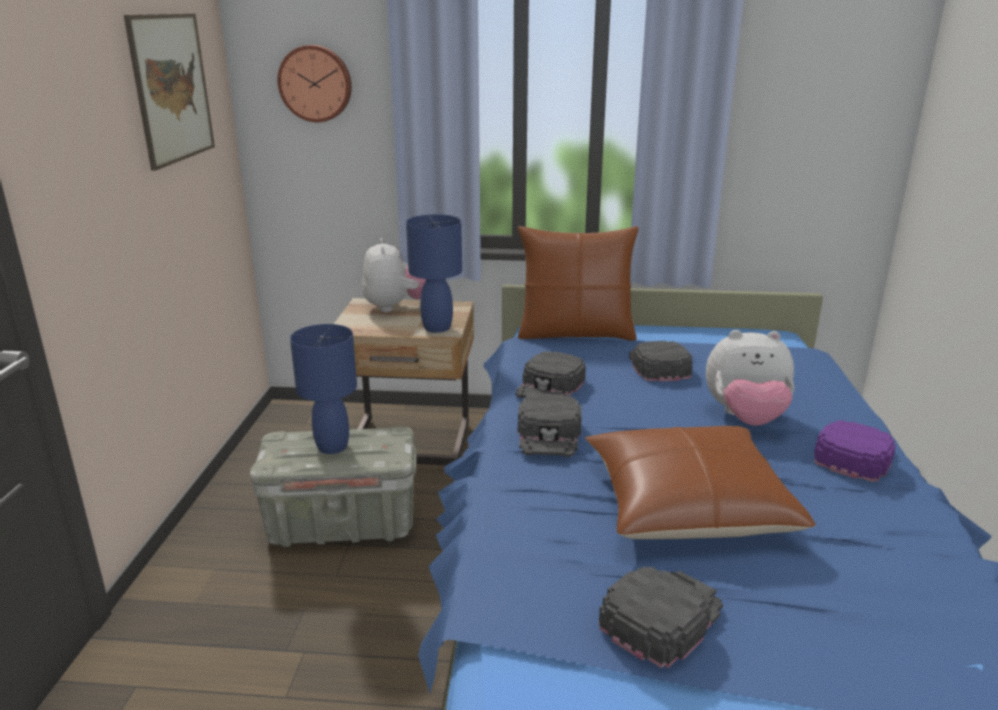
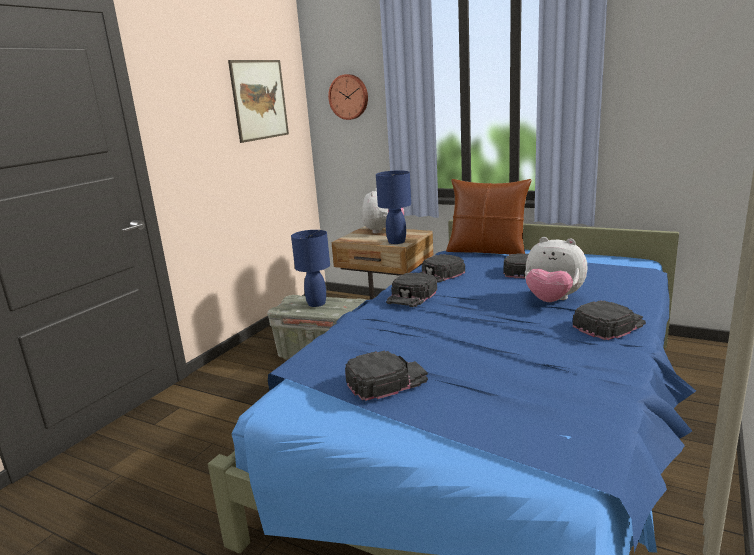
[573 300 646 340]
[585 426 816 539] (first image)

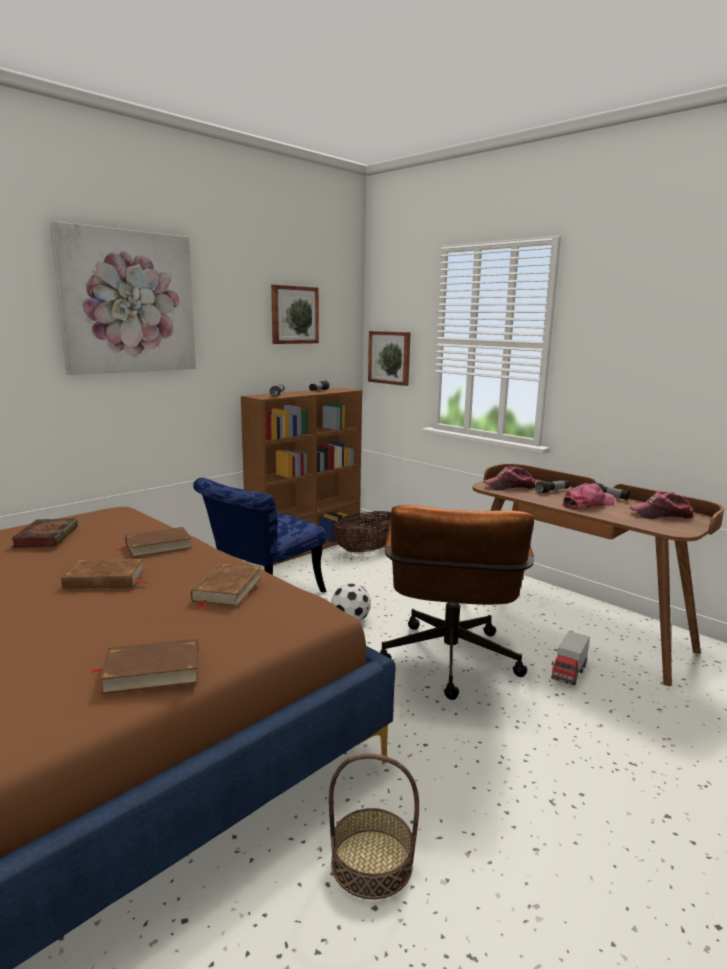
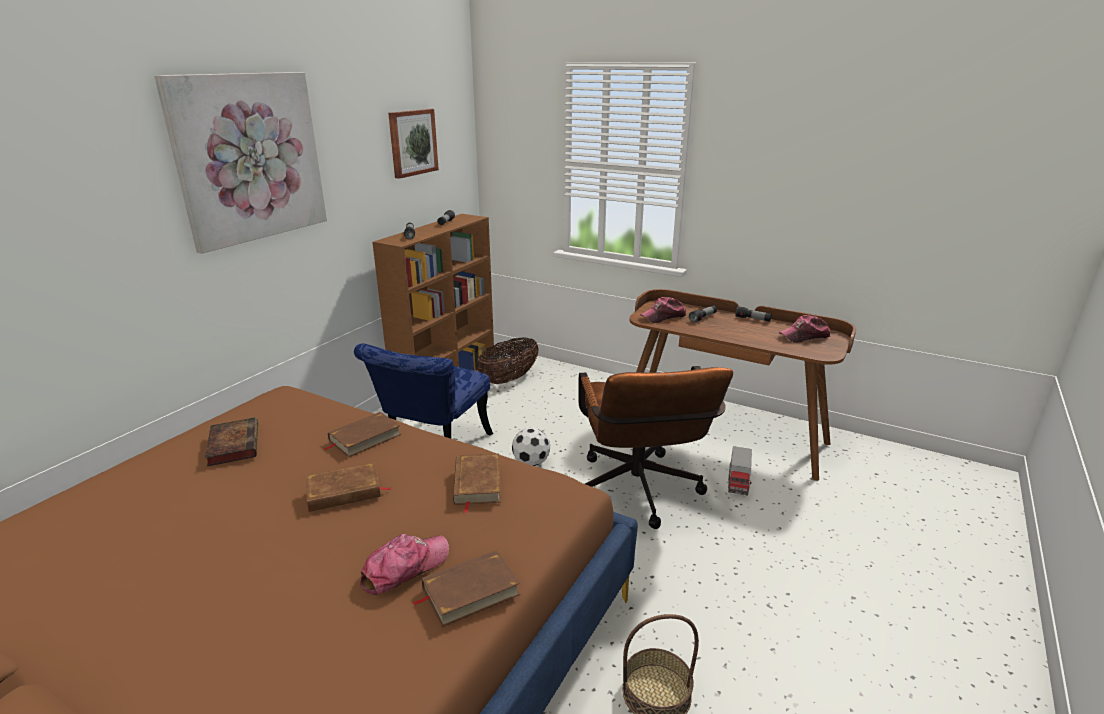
[360 534 449 595]
[368 331 411 386] (first image)

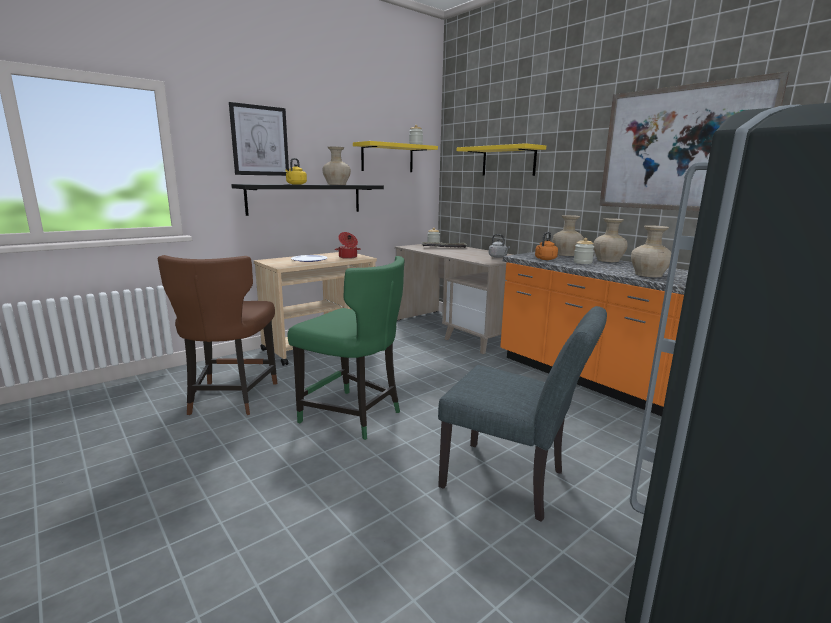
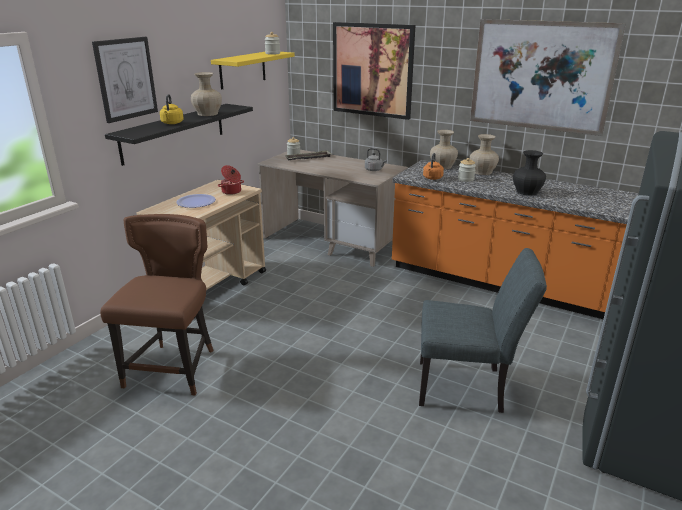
[100 214 214 396]
[333 22 415 120]
[513 150 546 196]
[287 256 404 440] (first image)

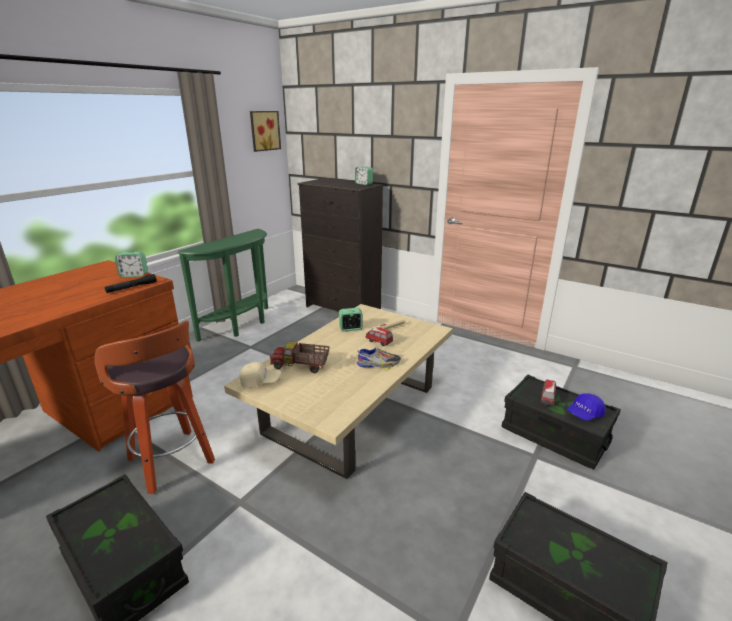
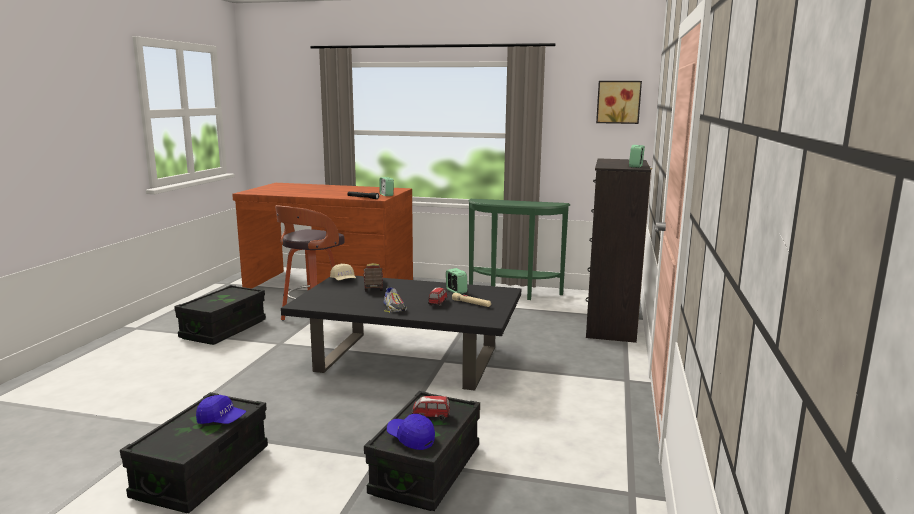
[196 395 246 424]
[281 276 521 391]

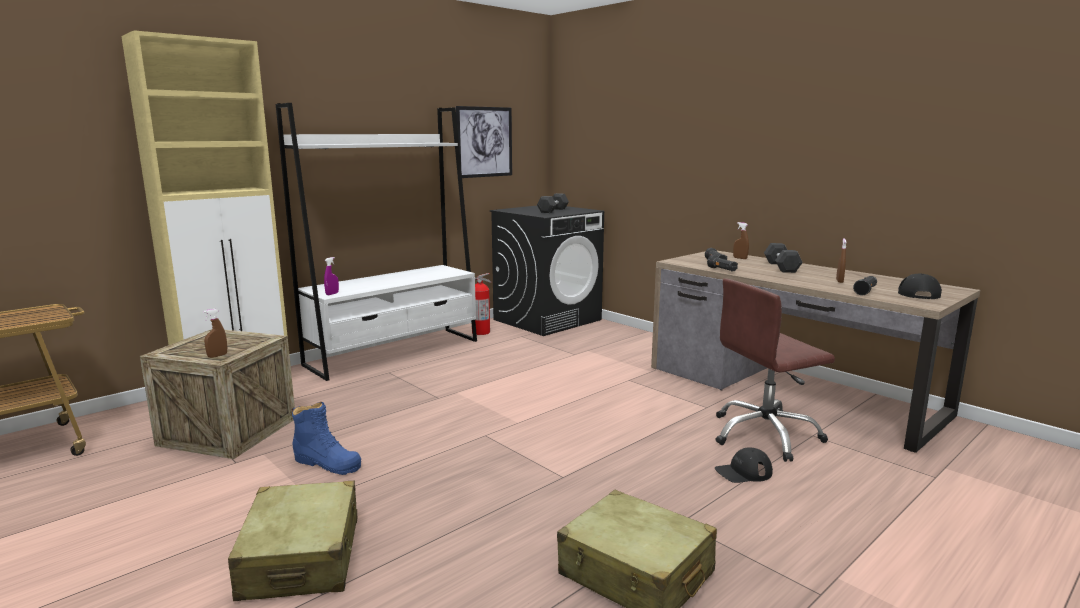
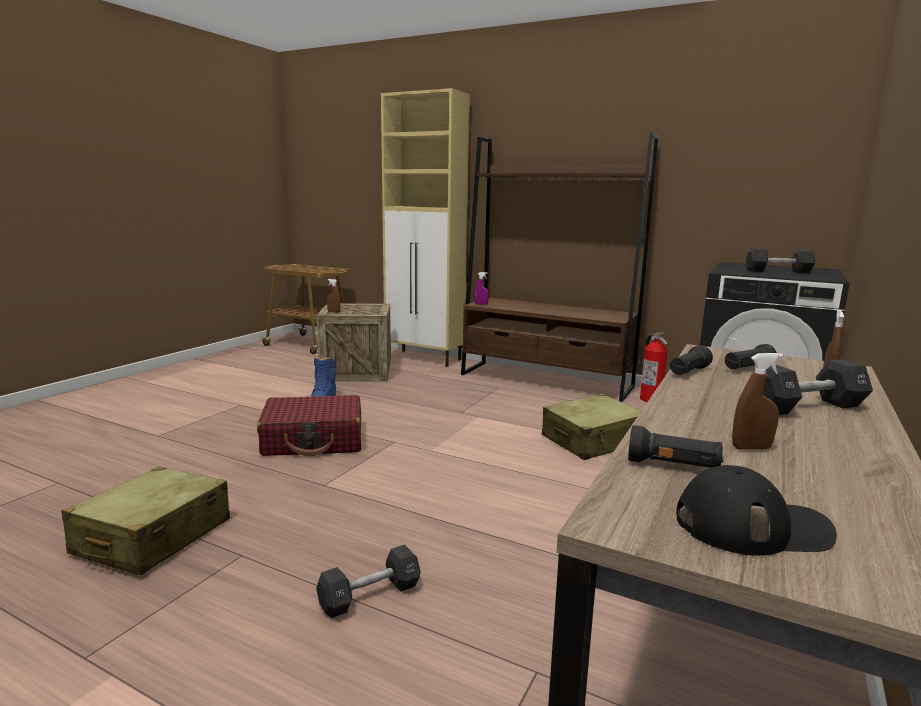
[257 395 361 456]
[316 544 420 618]
[461 132 659 402]
[542 394 641 460]
[456 106 512 178] (first image)
[715 278 835 462] (first image)

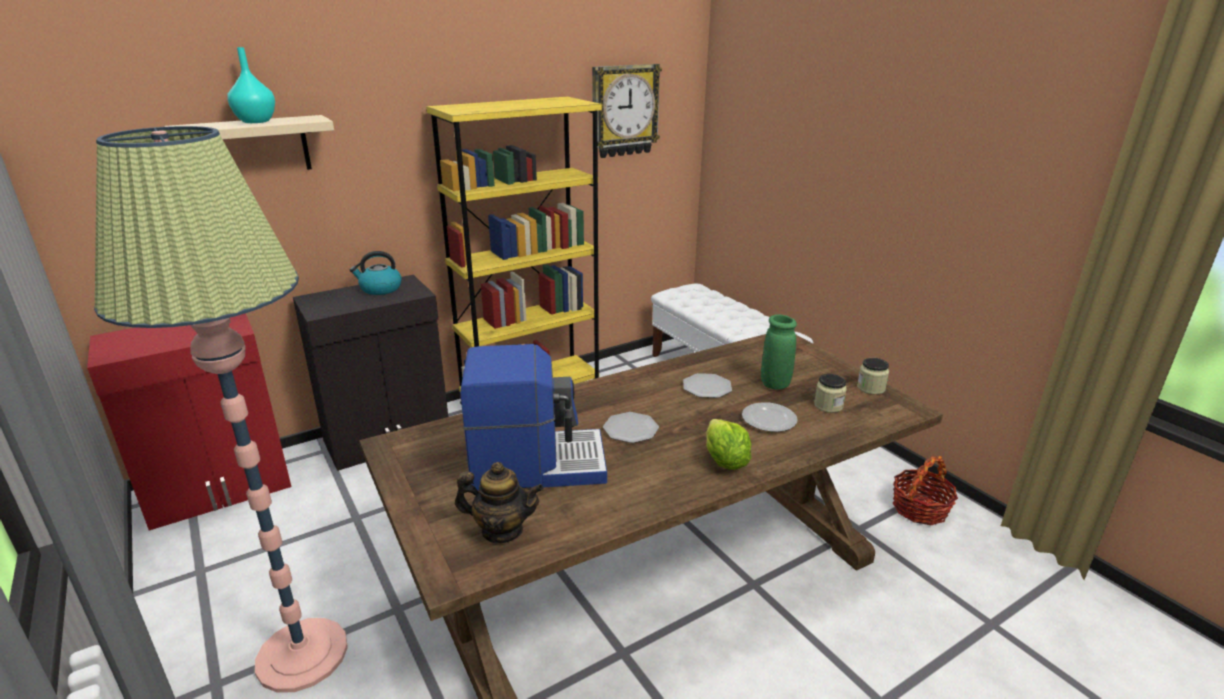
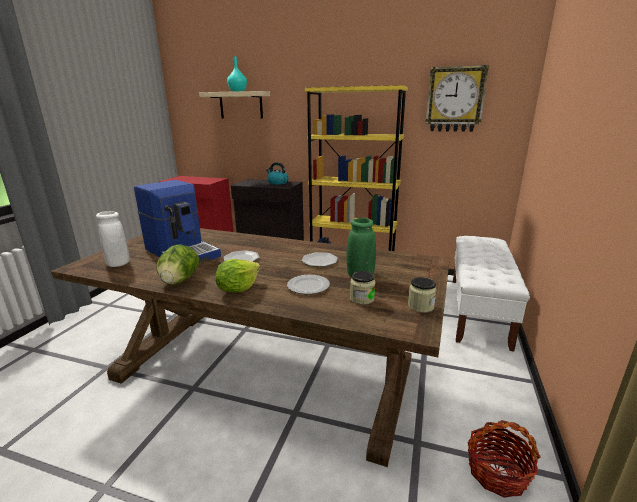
[96 211 129 267]
[157 244 199 285]
[94 126 348 693] (first image)

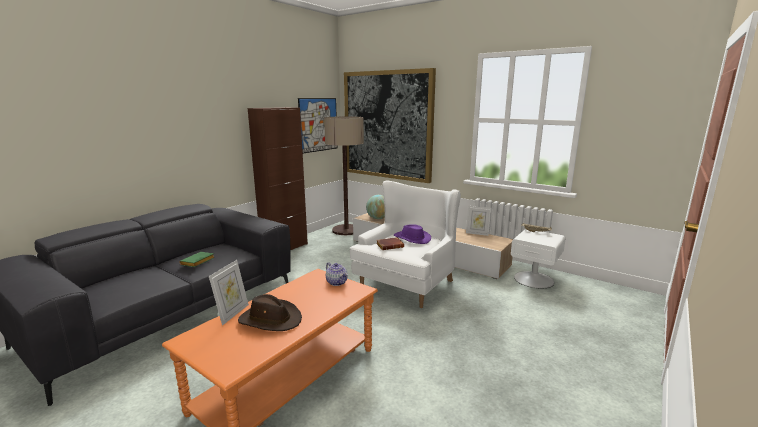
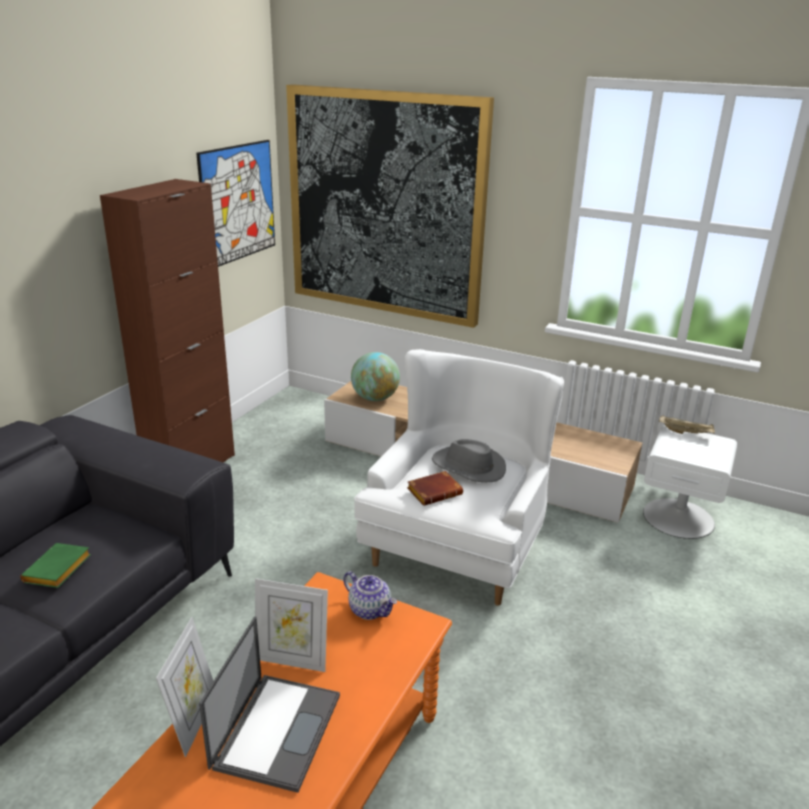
[199 616 340 793]
[255 578 328 672]
[432 440 506 482]
[324 116 364 235] (first image)

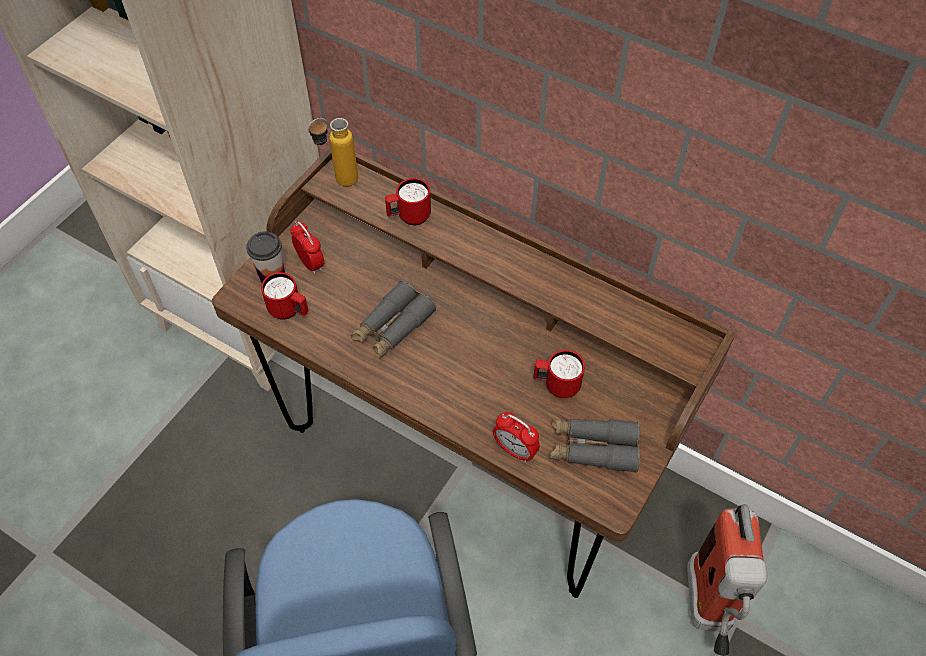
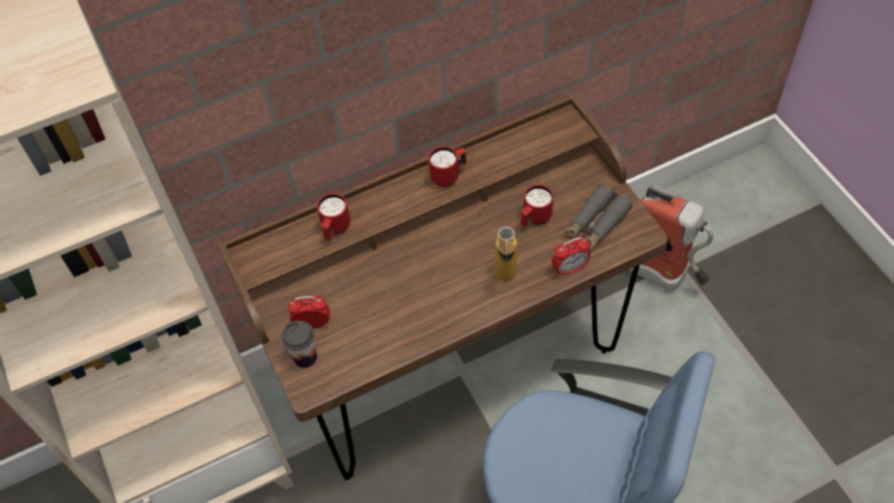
[428 146 466 187]
[495 227 517 281]
[351 281 436 359] (first image)

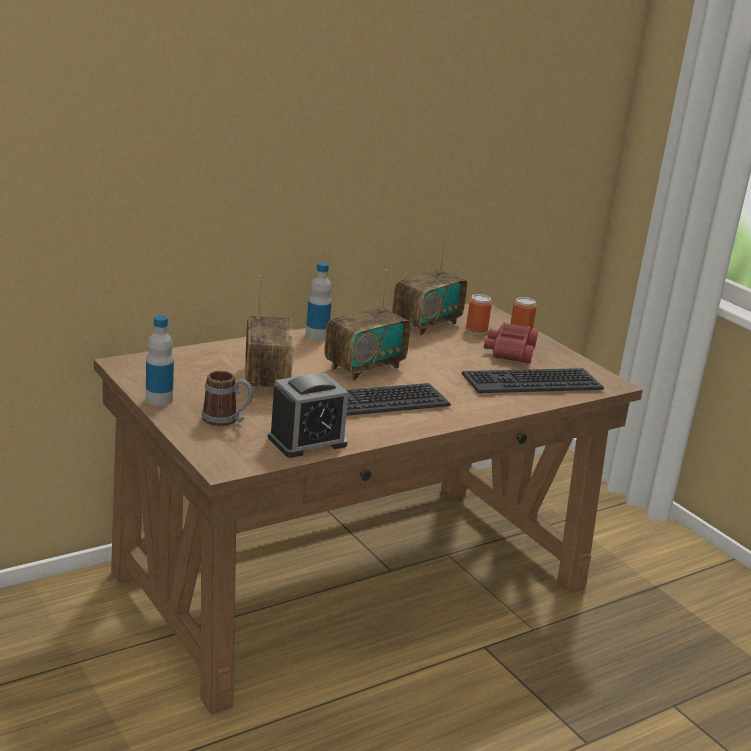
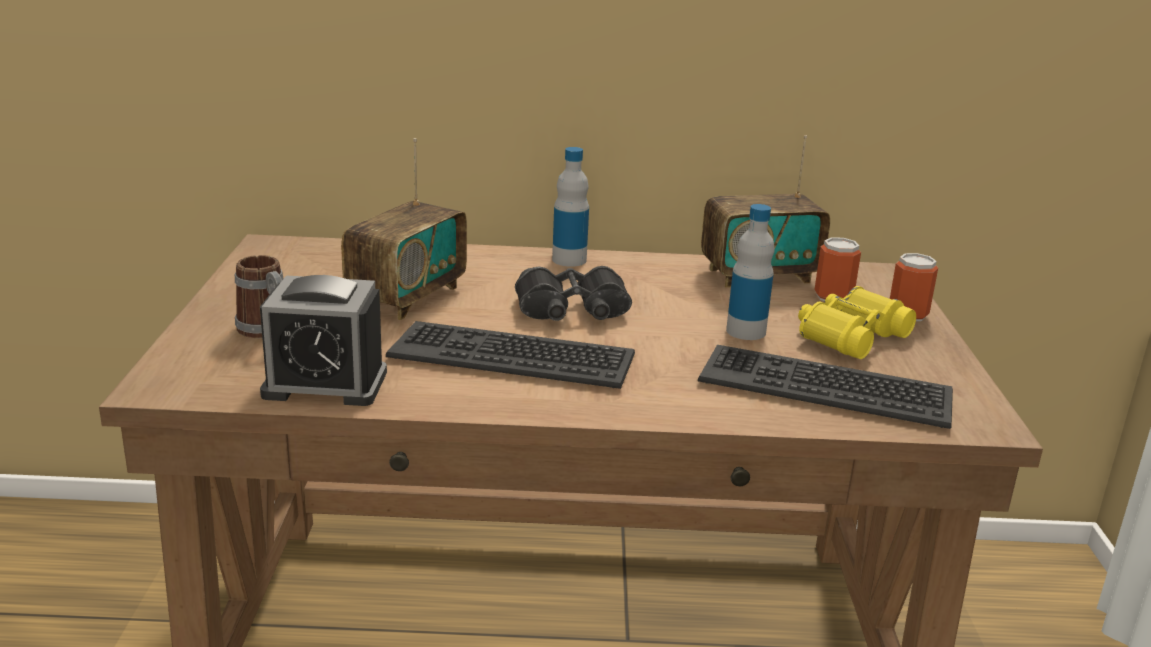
[515 266 632 321]
[726 204 775 340]
[798 286 916 359]

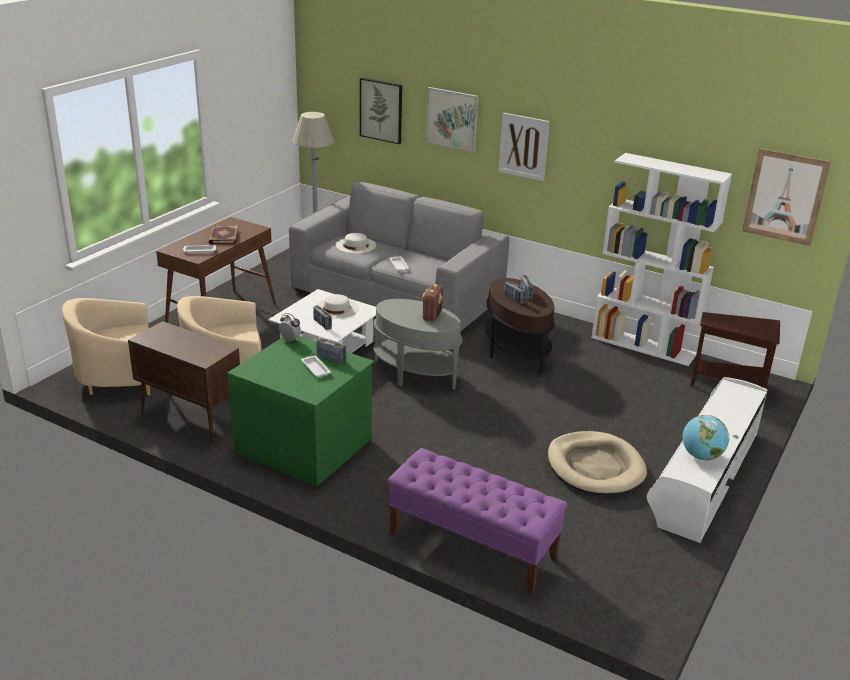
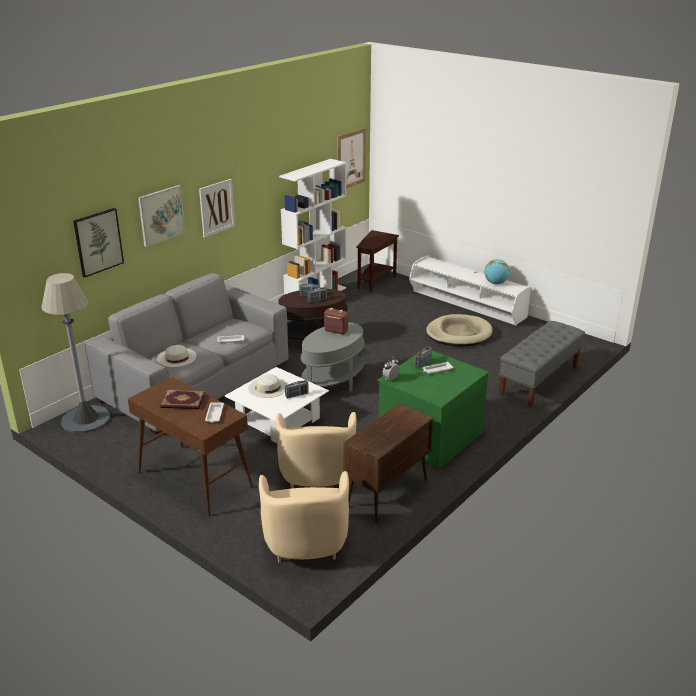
[499 321 585 407]

